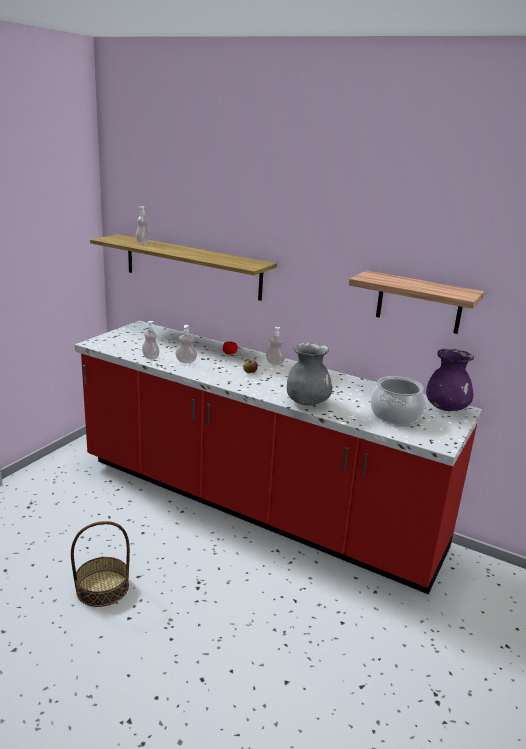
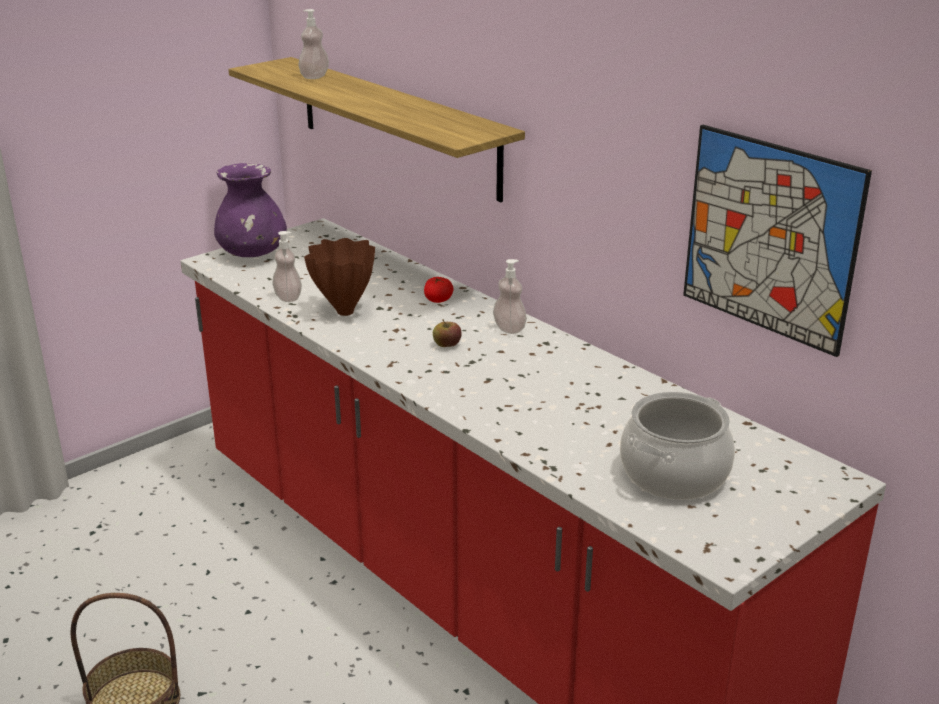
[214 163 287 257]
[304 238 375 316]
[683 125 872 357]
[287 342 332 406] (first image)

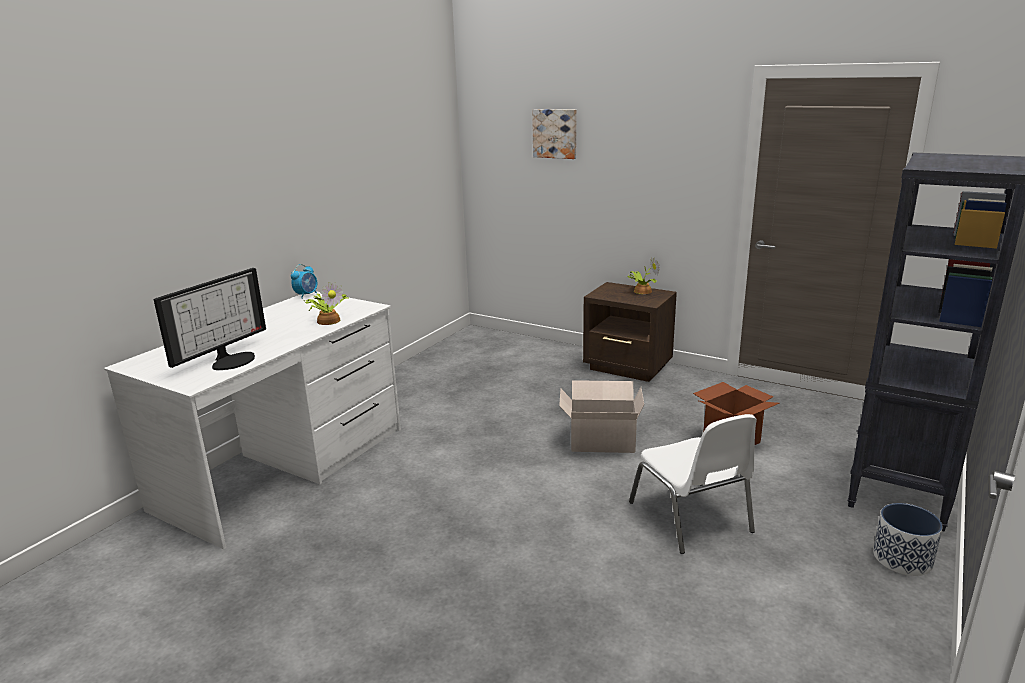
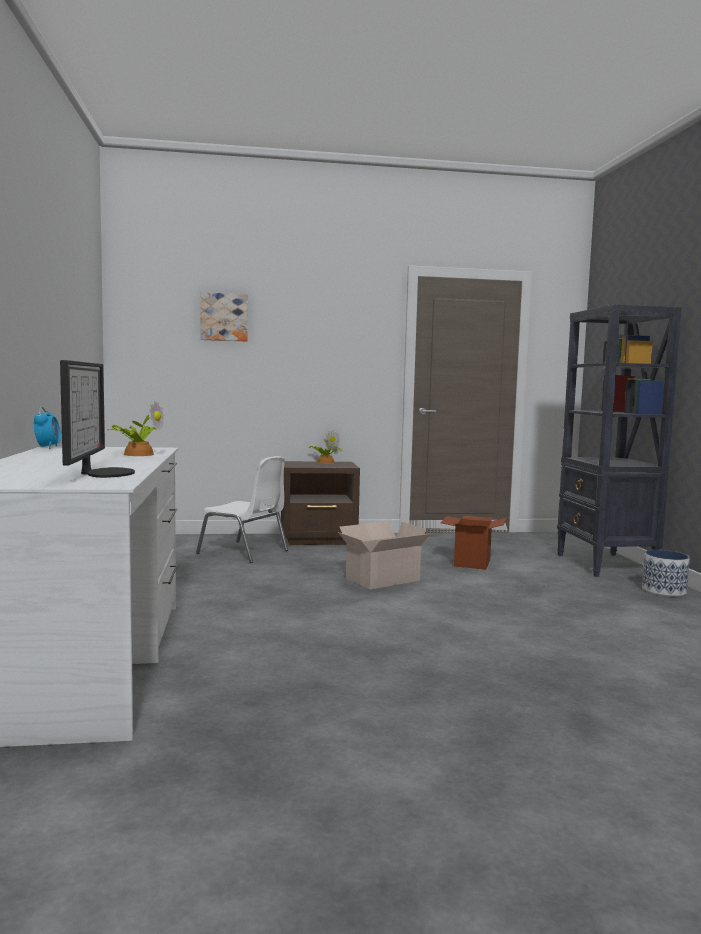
[196 456 288 563]

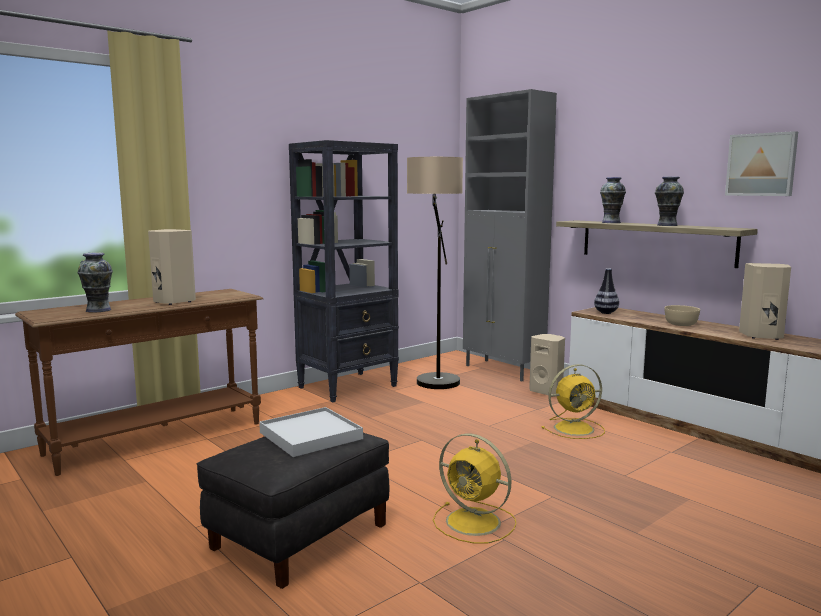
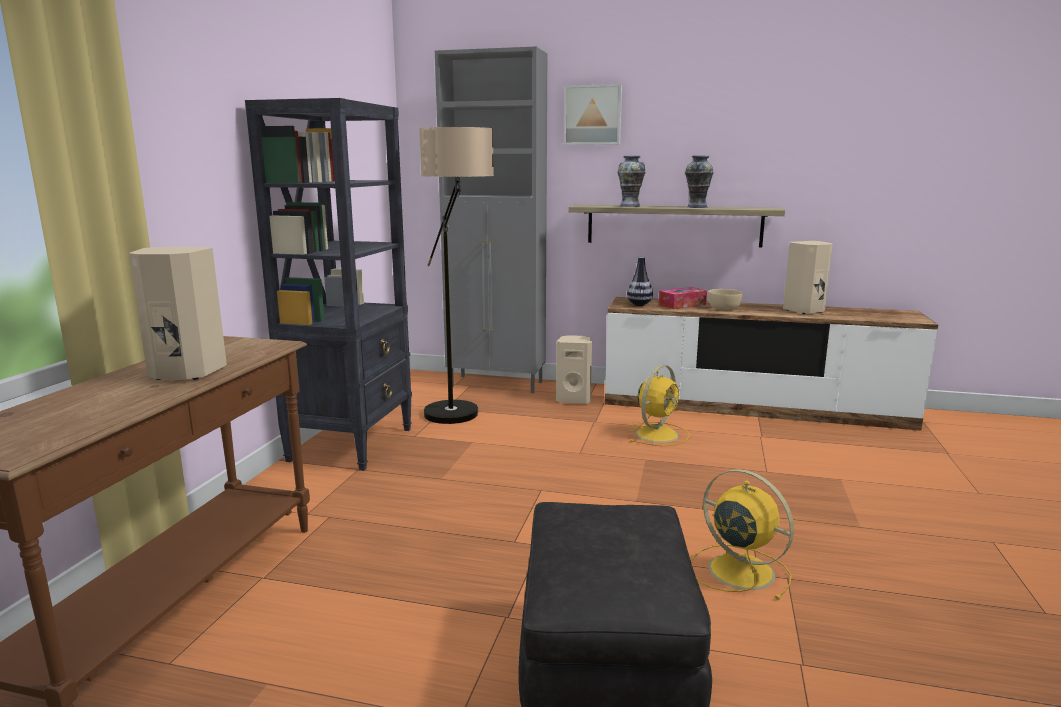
[563 84 622 145]
[659 287 707 309]
[691 469 794 600]
[78 252 113 312] (first image)
[259 407 363 457] (first image)

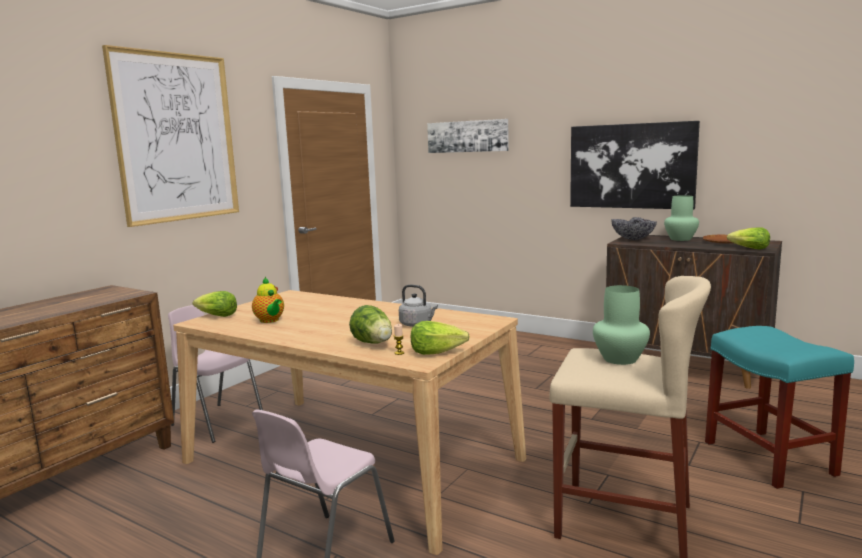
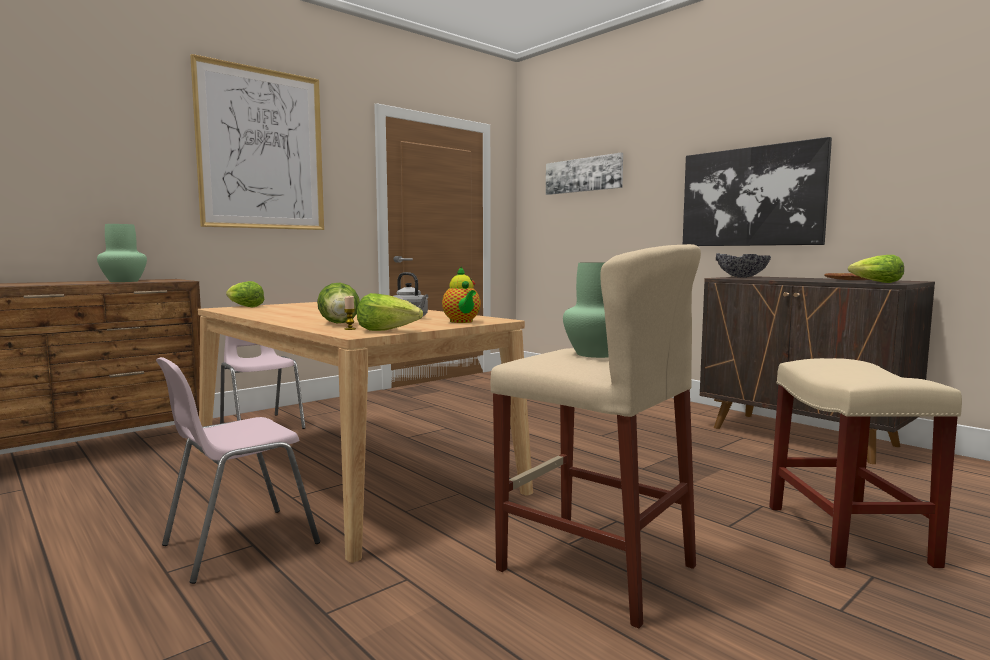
[97 224 147 282]
[442 267 481 323]
[769 358 962 568]

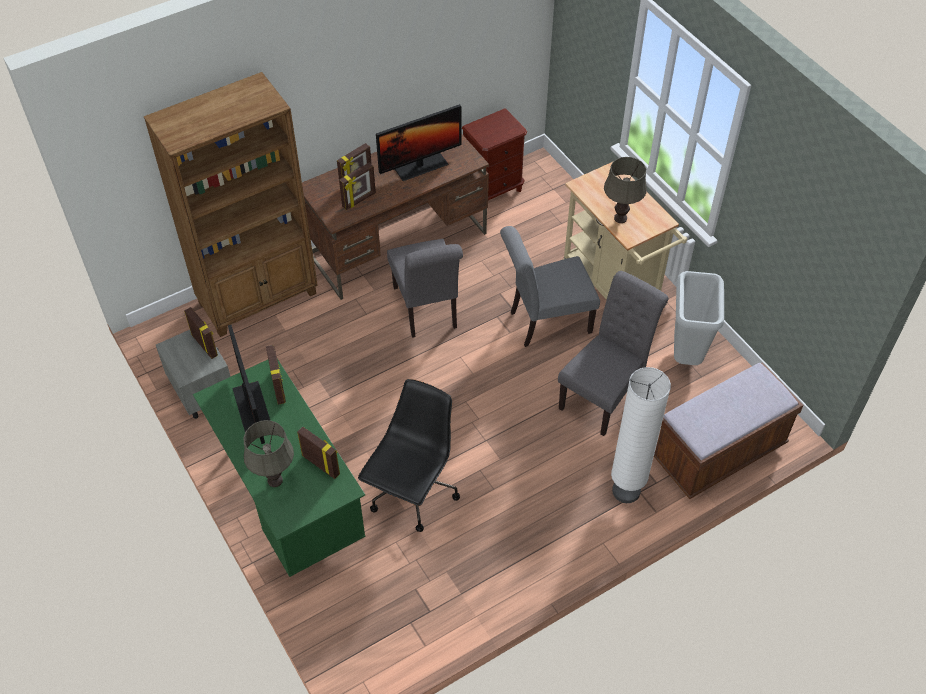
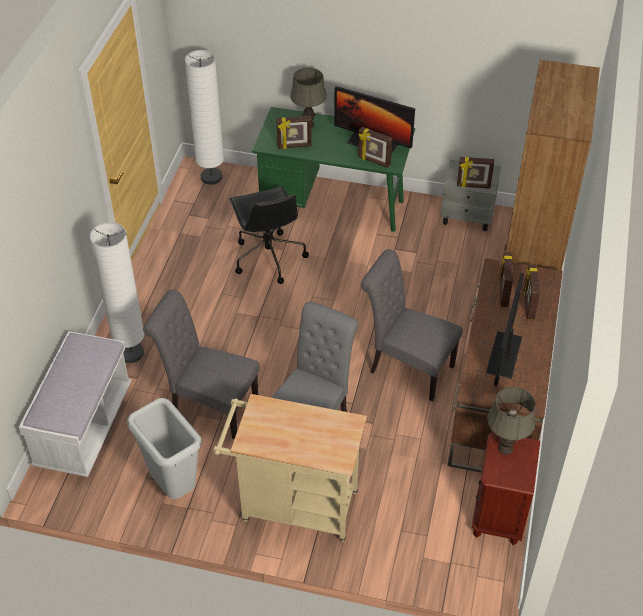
[19 331 131 477]
[143 289 260 439]
[185 50 224 185]
[487 387 536 455]

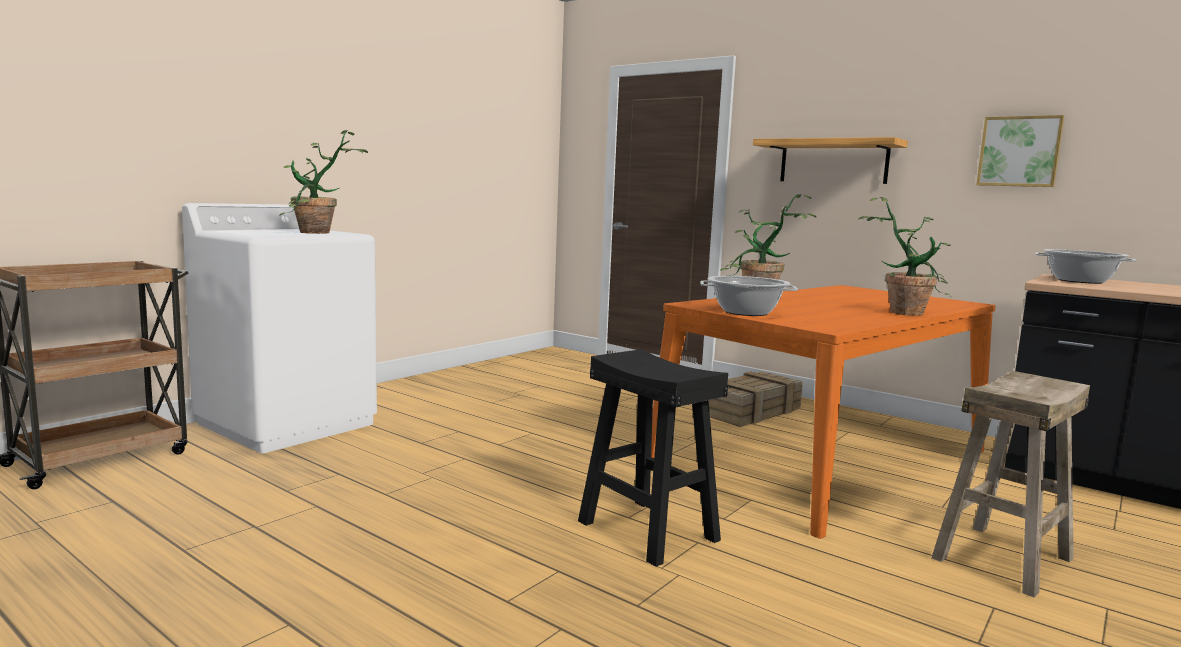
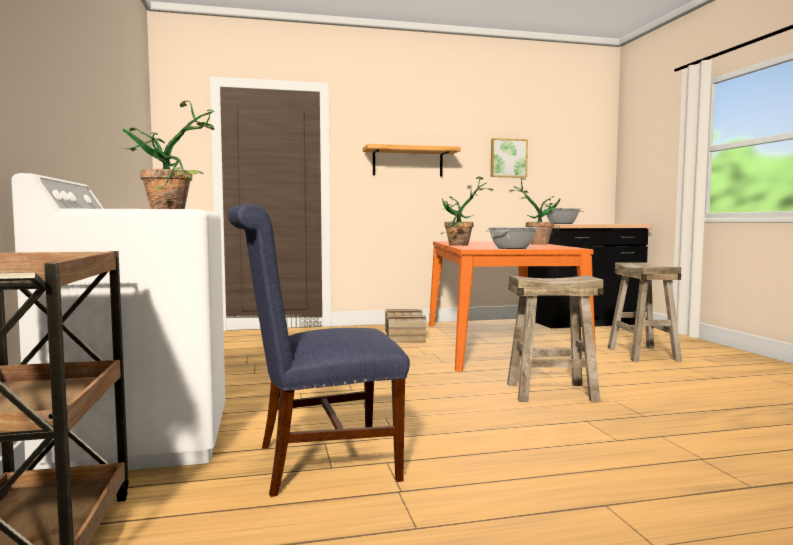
[227 204 410 497]
[507 275 604 402]

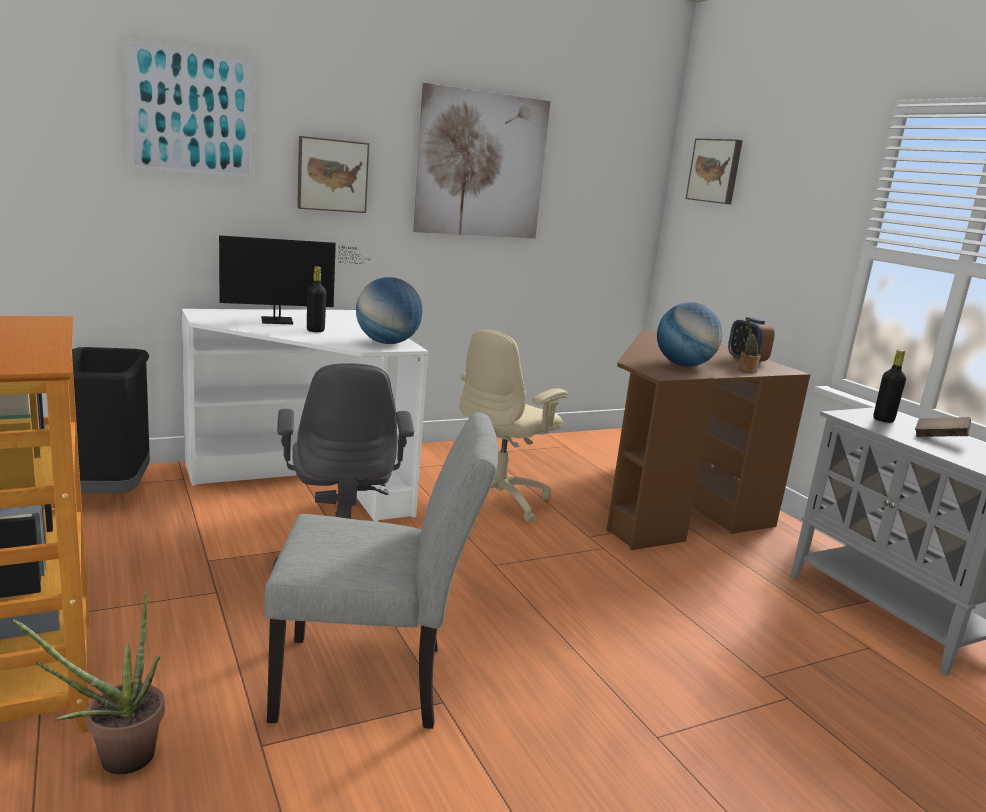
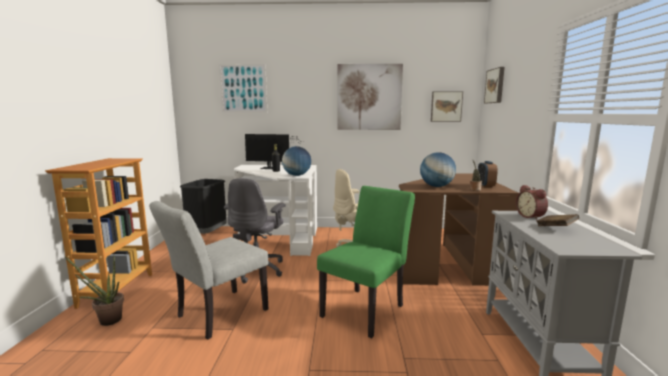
[149 201 268 339]
[317 186 415 338]
[431 91 463 122]
[516 185 548 220]

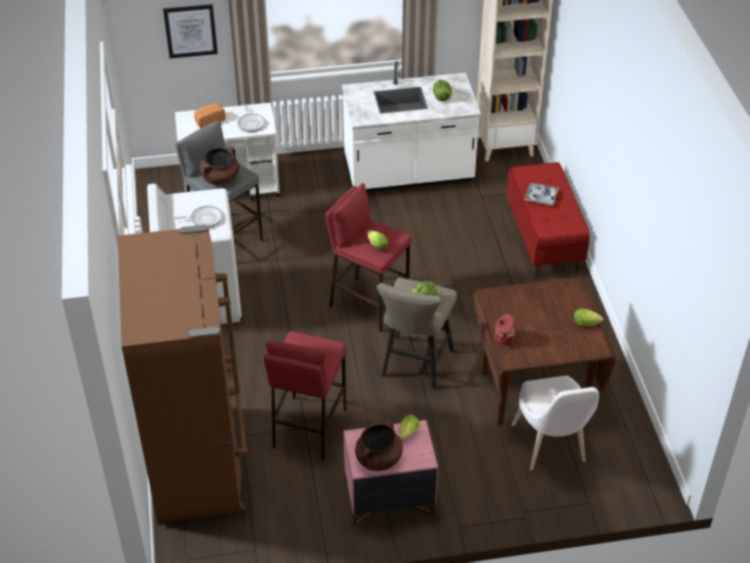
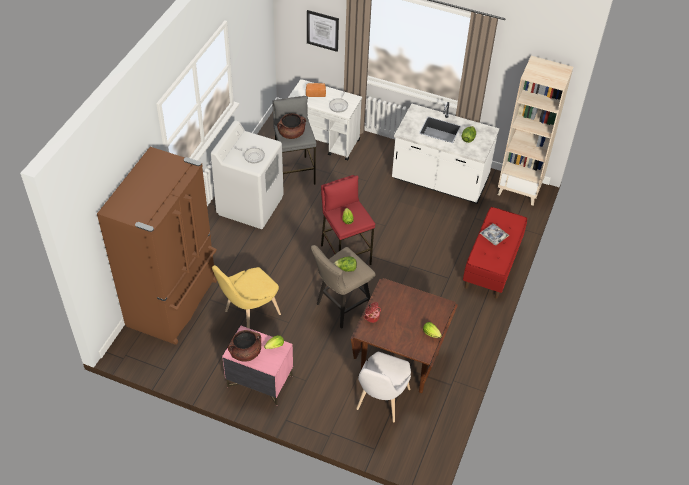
[212 265 281 329]

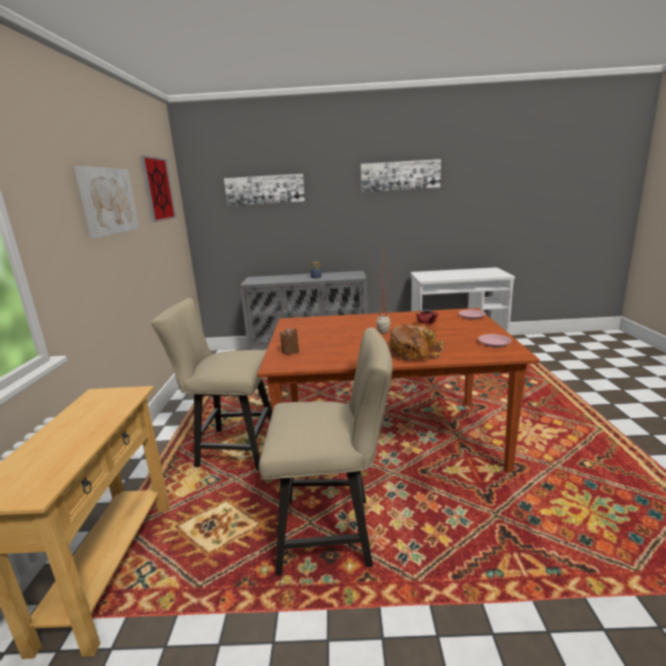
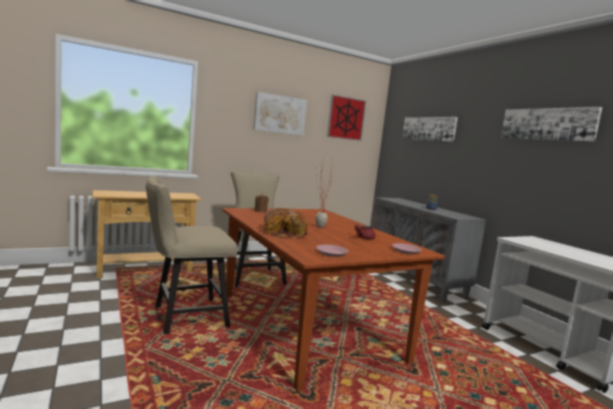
[146 176 238 334]

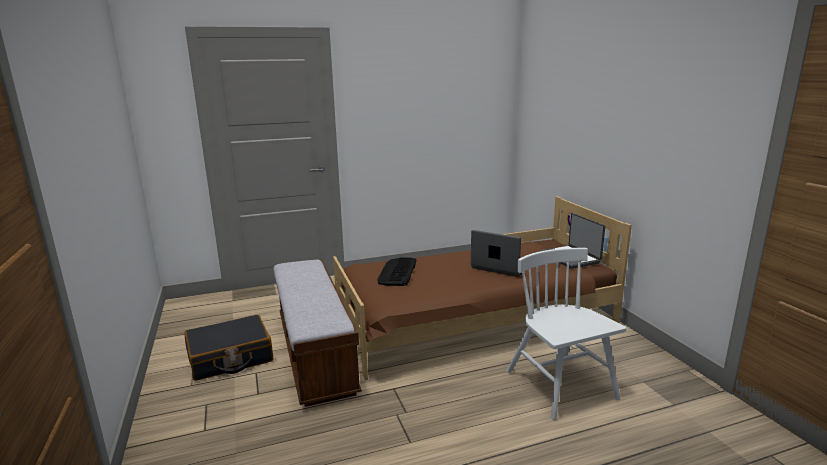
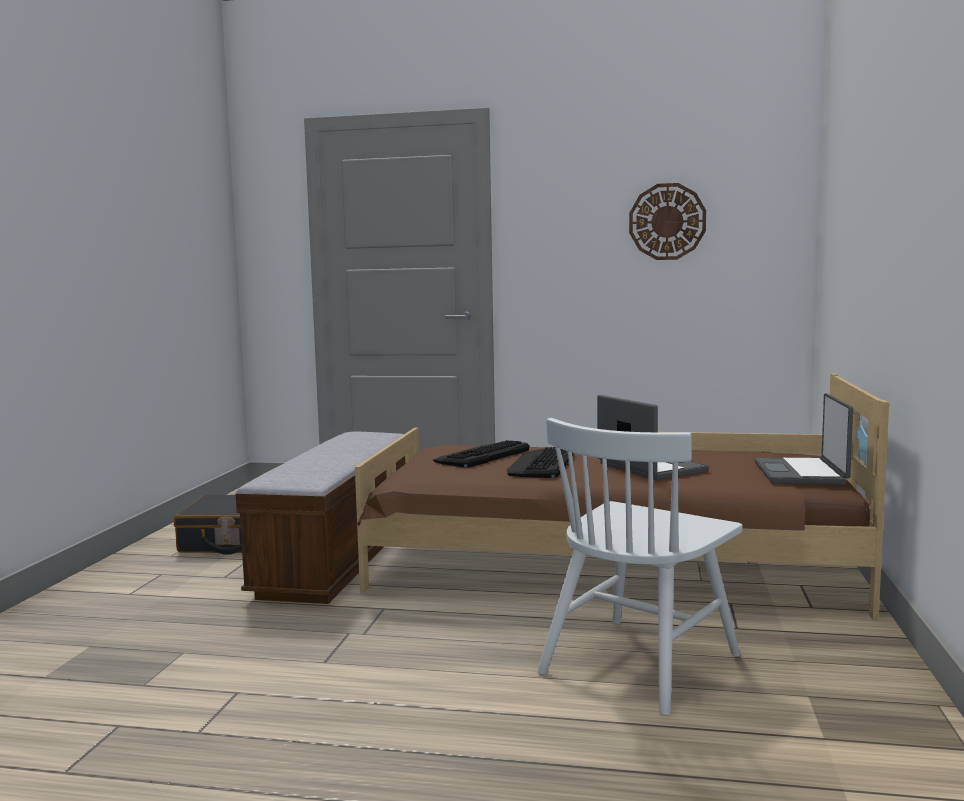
[507 447 574 478]
[537 418 743 716]
[629 183 706 260]

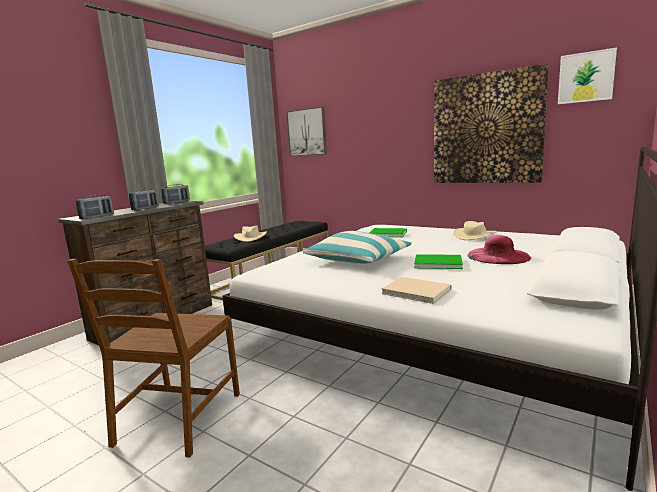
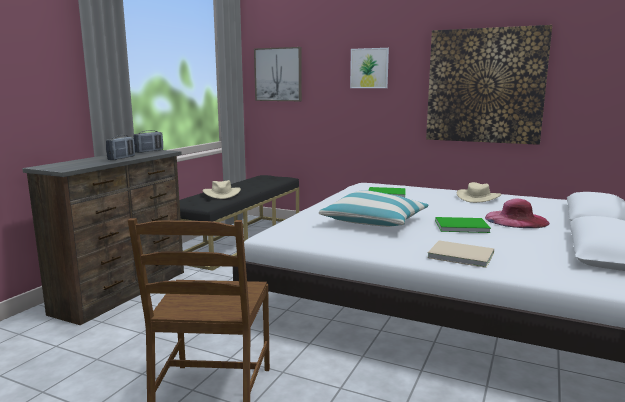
[350 48 389 88]
[76 195 114 219] (first image)

